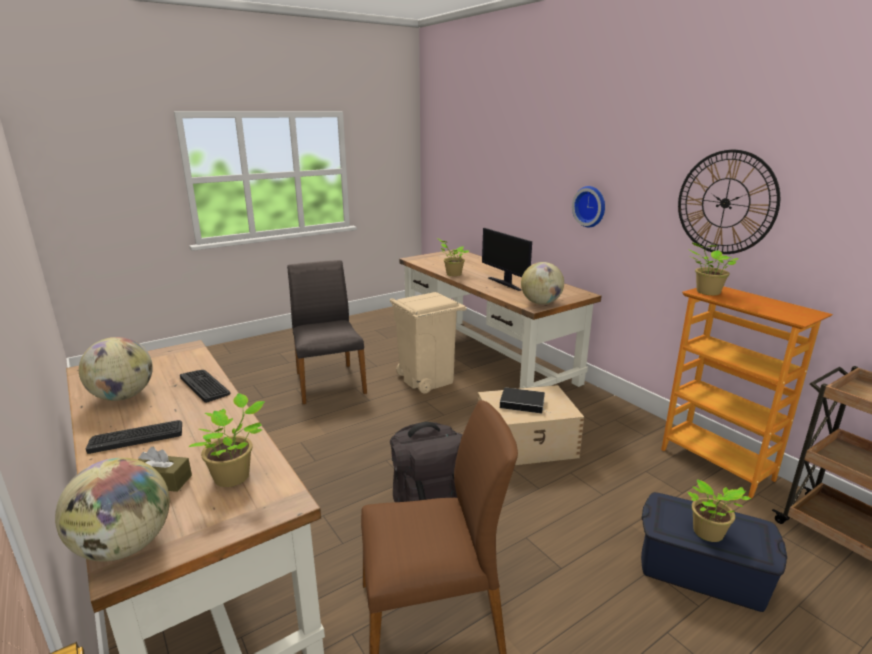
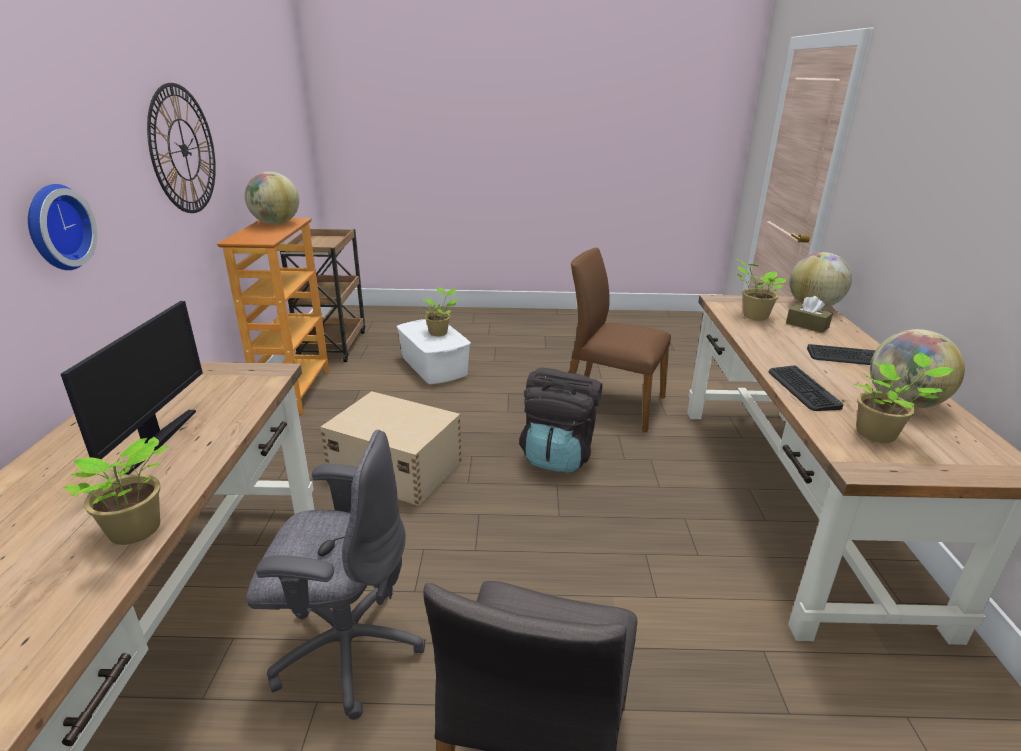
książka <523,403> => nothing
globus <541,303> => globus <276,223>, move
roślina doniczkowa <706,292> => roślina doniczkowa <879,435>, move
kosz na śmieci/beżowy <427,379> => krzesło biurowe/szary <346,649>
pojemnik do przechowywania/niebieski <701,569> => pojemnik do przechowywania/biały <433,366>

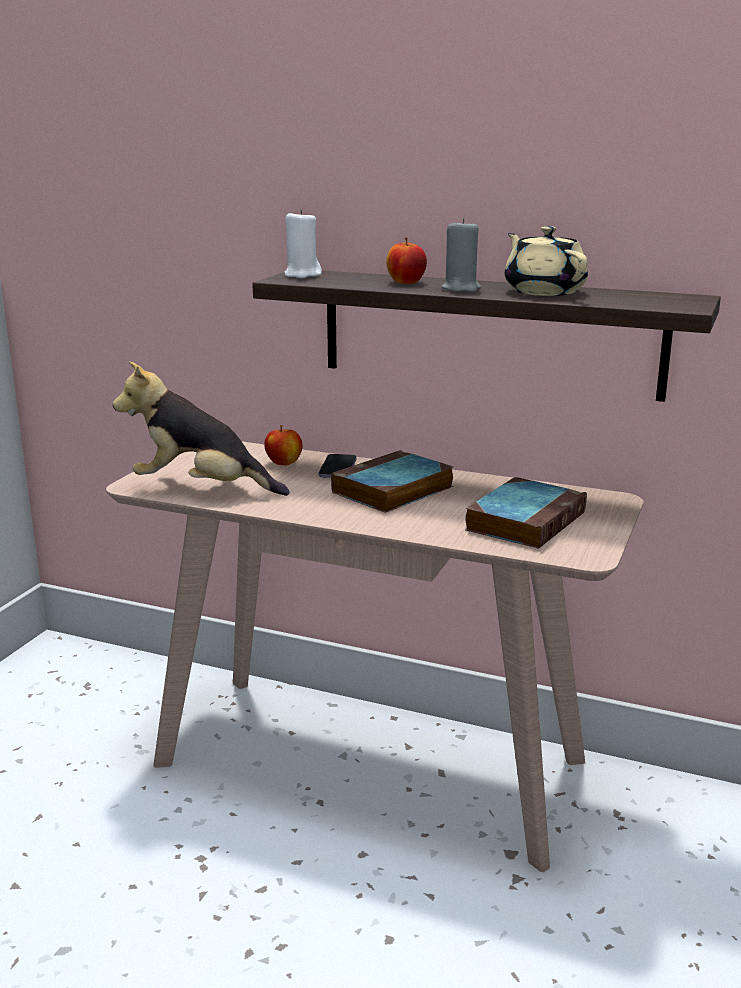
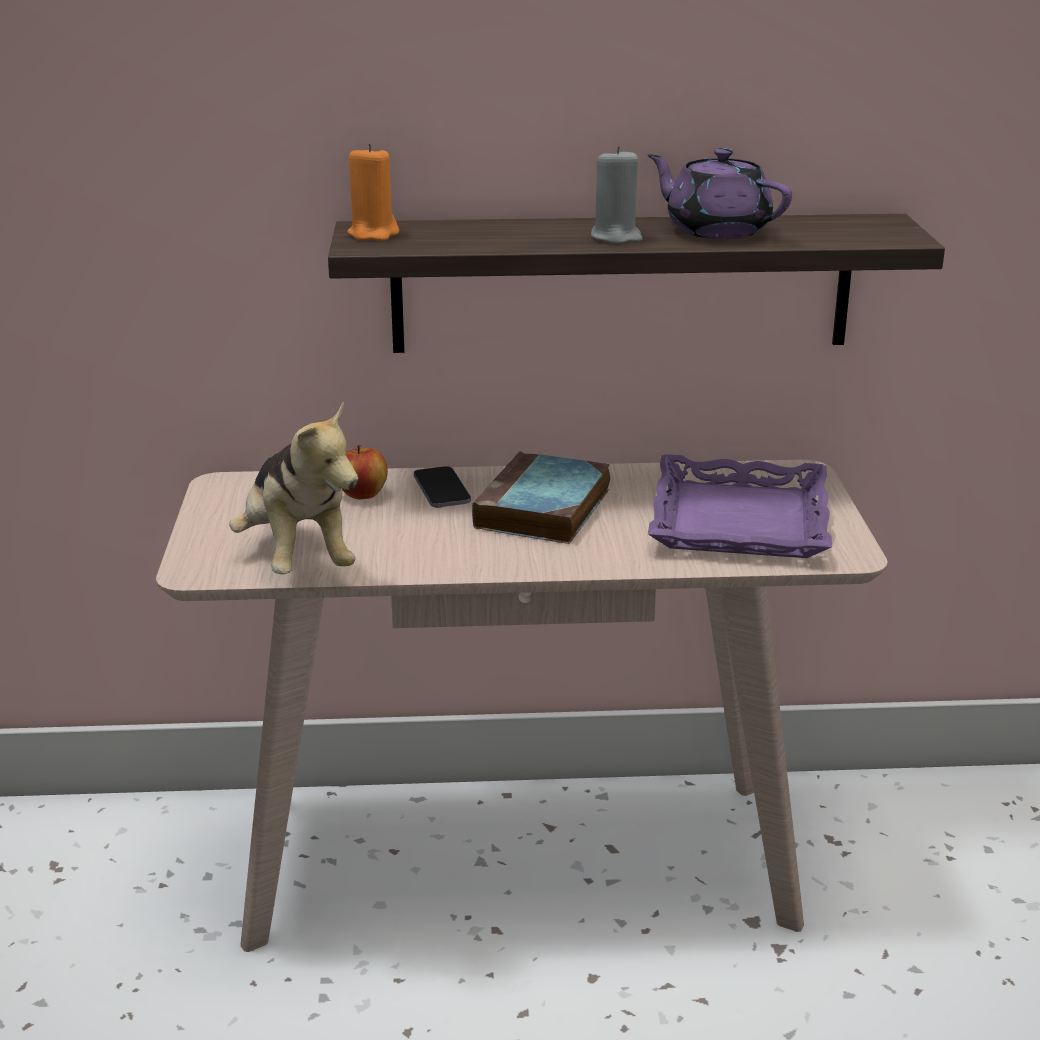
jabłko <406,282> => nothing
książka <526,520> => taca/fioletowy <737,520>
świeca/biały <302,275> => świeca/pomarańczowy <373,234>
imbryk/beżowy <543,291> => imbryk/fioletowy <716,230>
pluszak <201,489> => pluszak <297,557>, 105 degrees counterclockwise

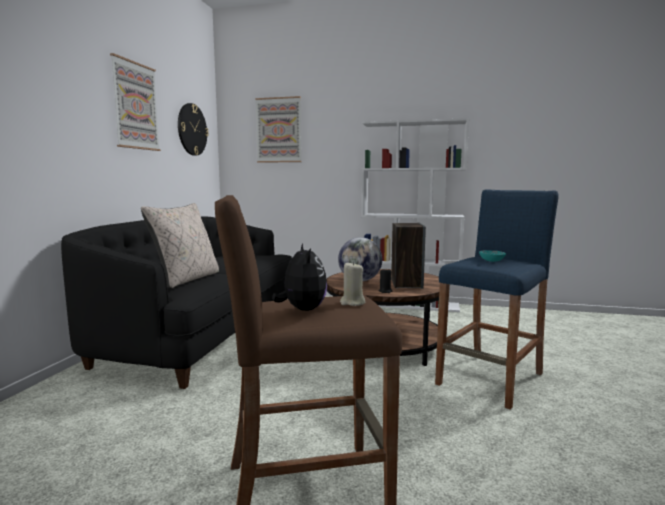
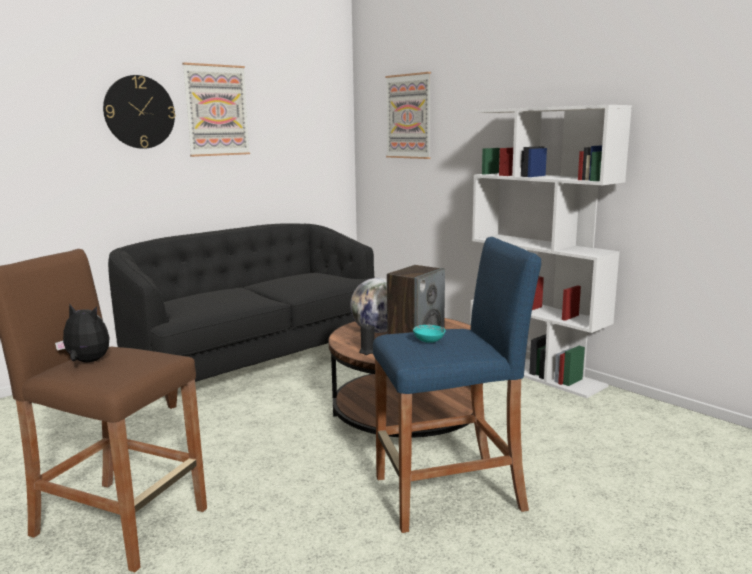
poduszka/beżowy <187,279> => nothing
świeca/beżowy <352,303> => nothing
zegar ścienny <192,129> => zegar ścienny <139,112>, move
pluszak <302,309> => pluszak <86,362>, 90 degrees counterclockwise

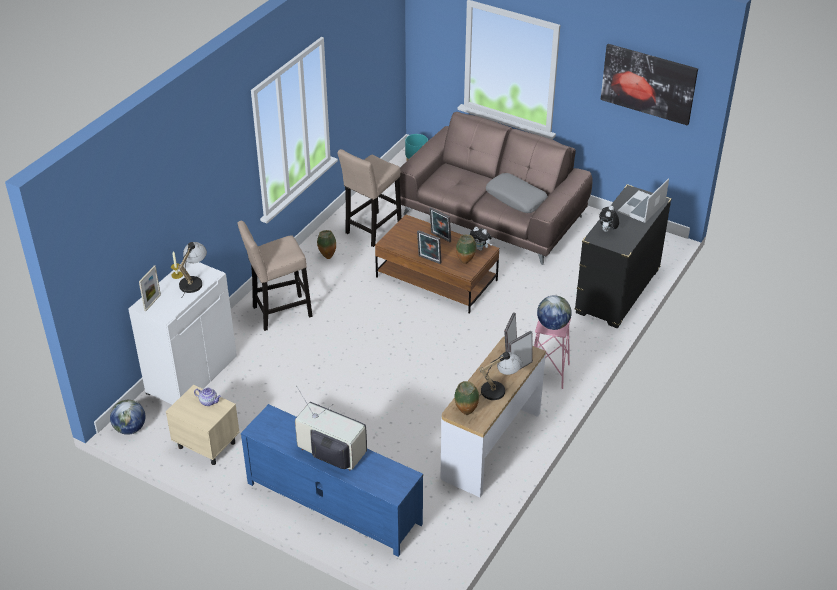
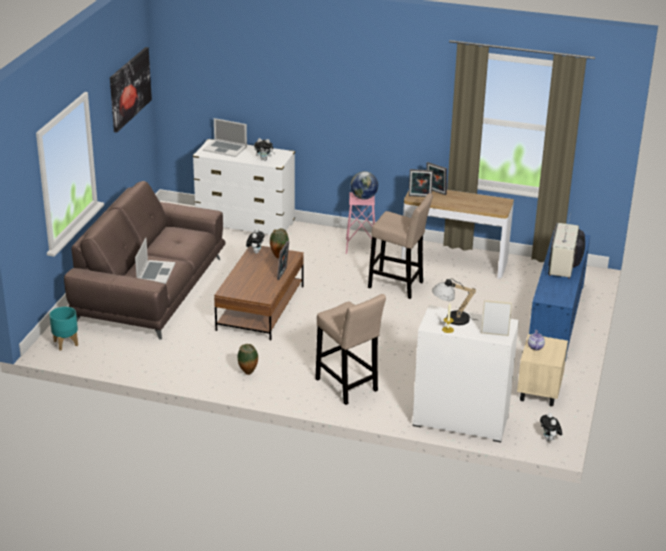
ramka na zdjęcie <440,237> => nothing
wazon <466,413> => nothing
lampa stołowa <499,389> => nothing
poduszka/szary <516,198> => nothing
nothing => laptop <155,272>
stołek/beżowy <371,230> => stołek/beżowy <398,286>, move
globus <130,429> => pluszak <549,439>
komoda/czarny <617,292> => komoda/biały <245,225>

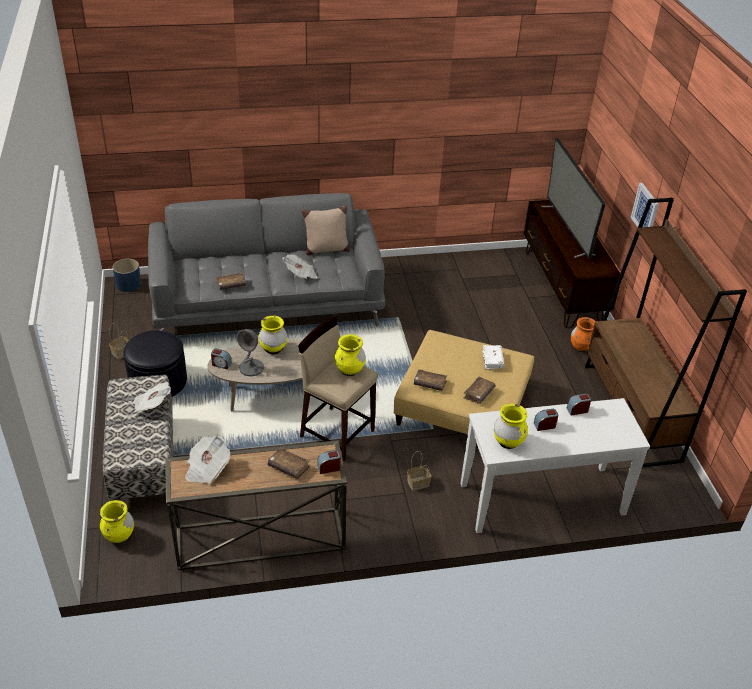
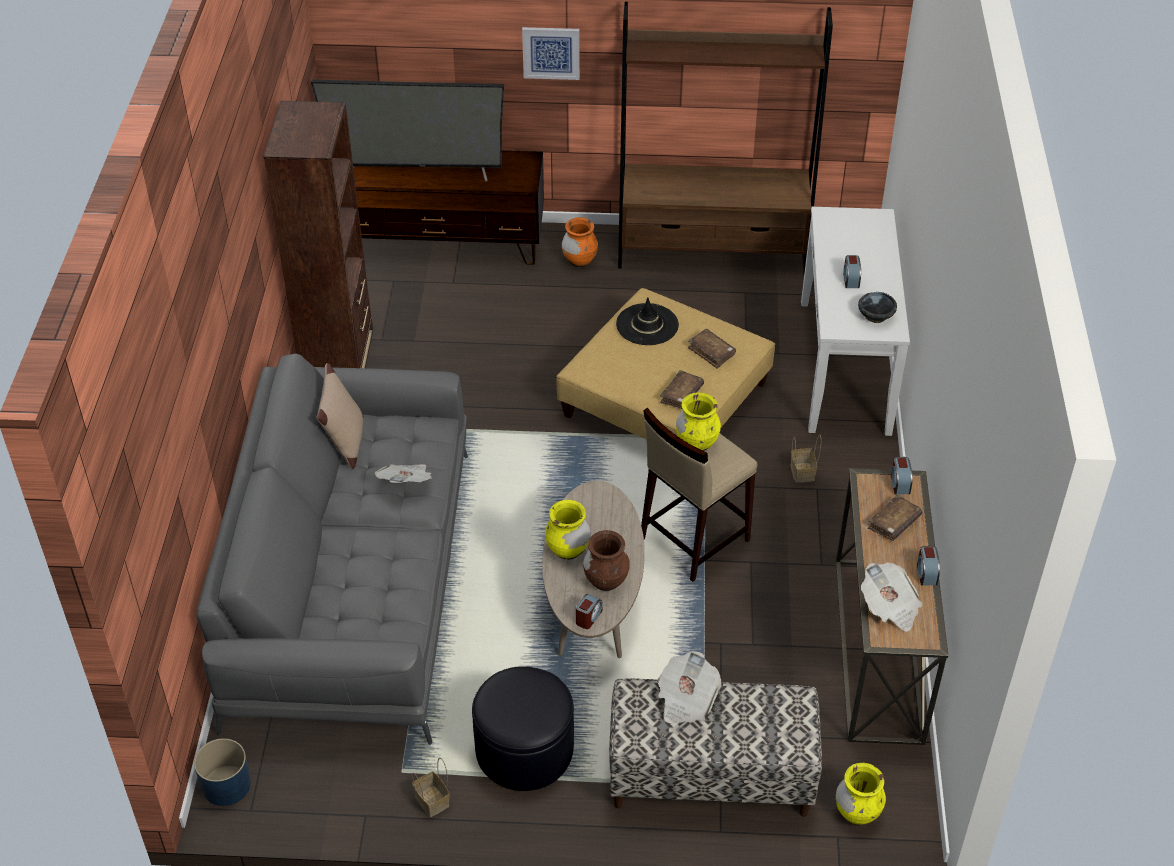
książka/brązowy <231,285> => nothing
nothing => regał/brązowy <338,357>
budzik <577,410> => budzik <926,573>, move
lampa stołowa/szary <251,368> => wazon/brązowy <606,581>
książka/biały <492,360> => kapelusz/czarny <647,325>
wazon/żółty <508,442> => miska/czarny <875,316>

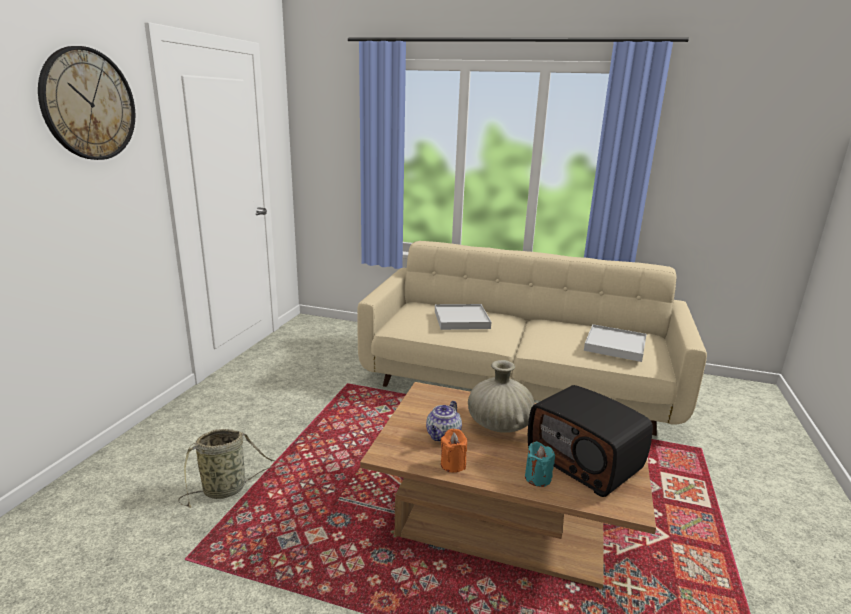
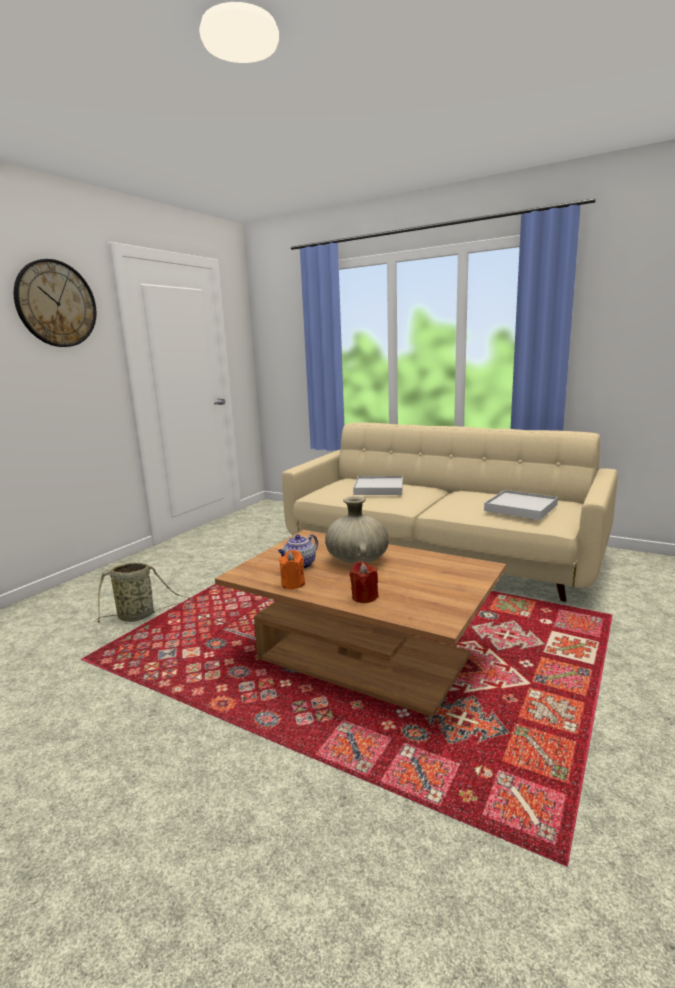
radio <585,461> => nothing
świeca/turkusowy <537,478> => świeca/czerwony <364,597>

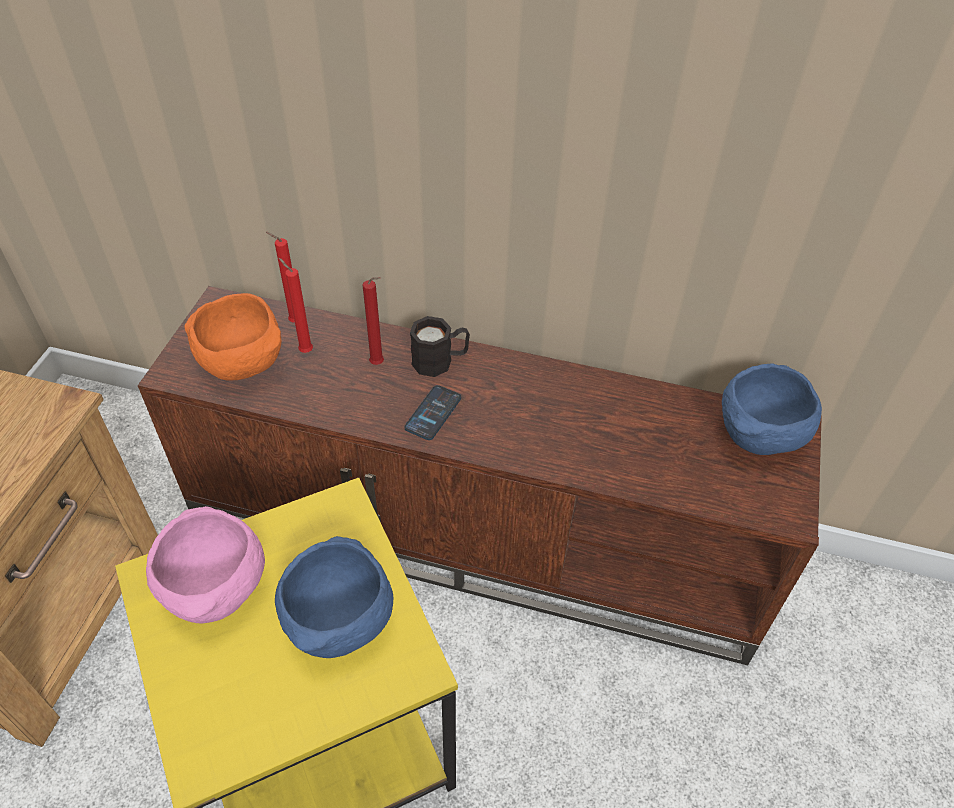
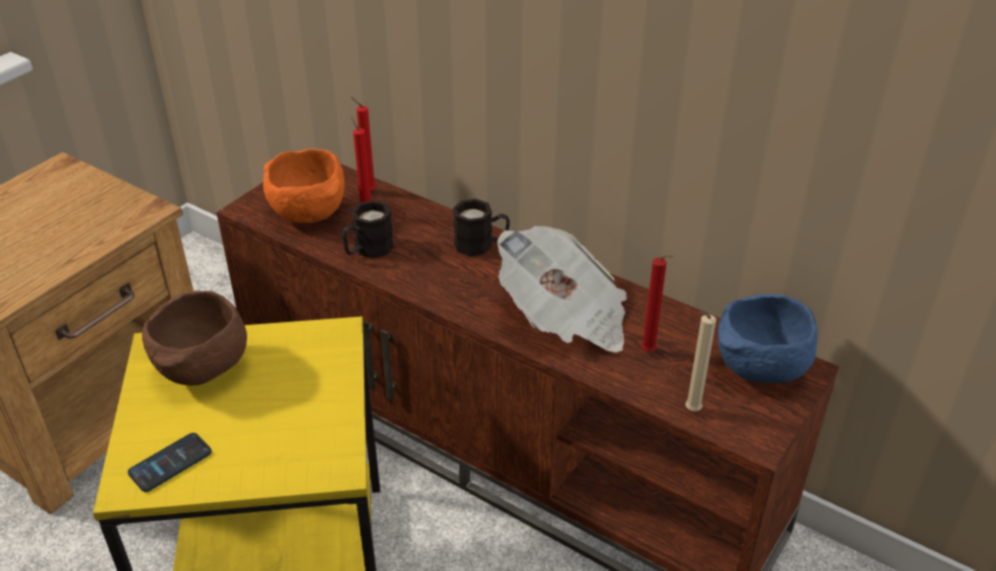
miska/niebieski <340,625> => nothing
nothing => kubek/czarny <367,250>
nothing => gazeta <564,318>
nothing => świeca/beżowy <690,410>
świeca/czerwony <379,364> => świeca/czerwony <650,352>, move
telefon <433,413> => telefon <170,463>, move
miska/różowy <217,592> => miska/brązowy <203,371>

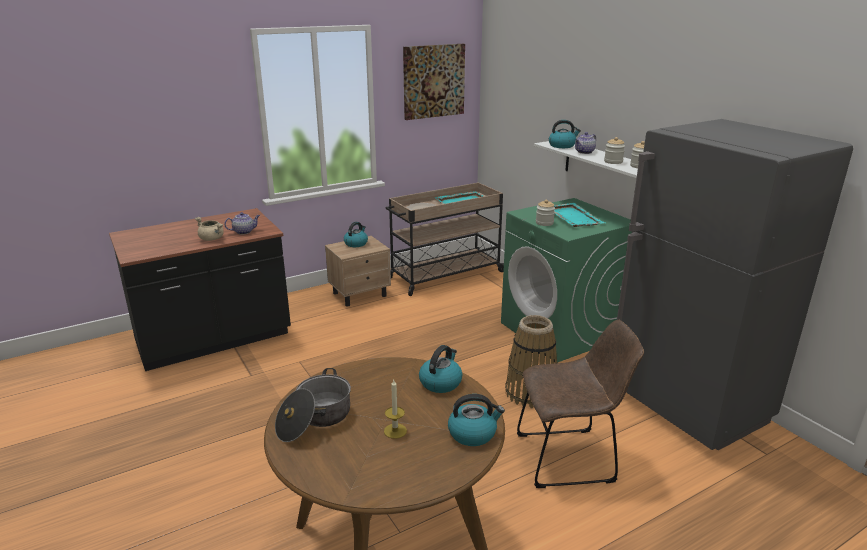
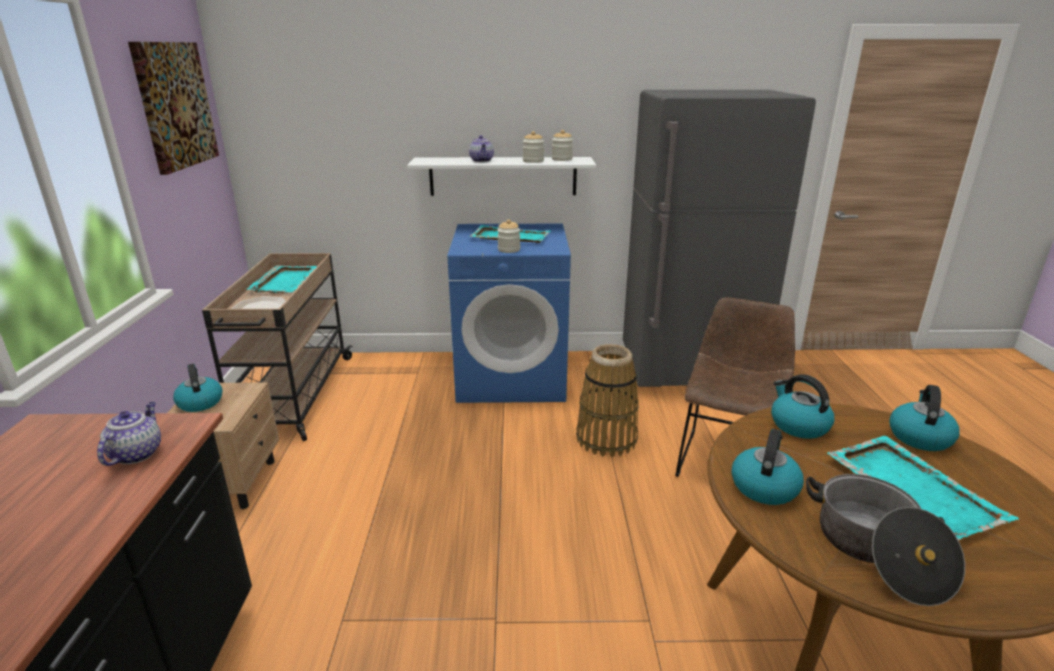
garnek/beżowy <212,239> => nothing
czajnik <562,145> => czajnik <764,486>, move
świeca <395,431> => taca/turkusowy <912,488>
pralka/zielony <560,331> => pralka/niebieski <512,377>

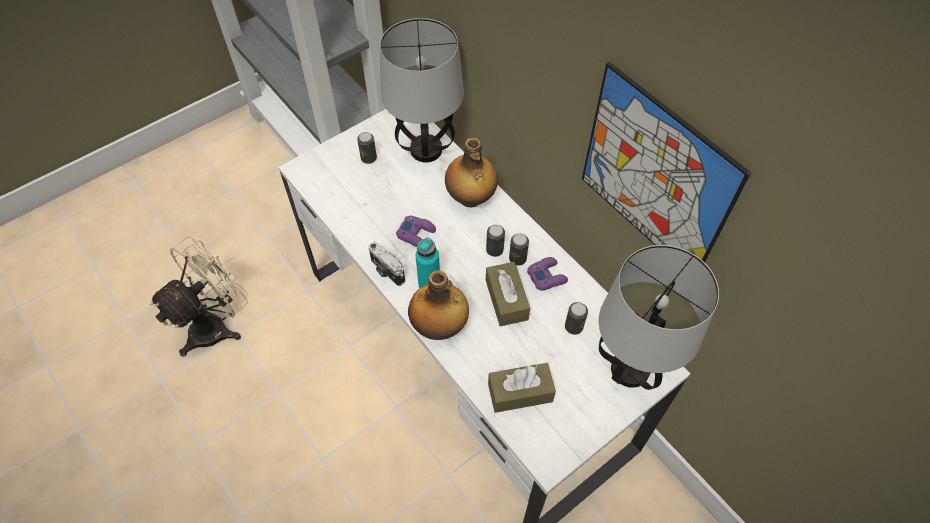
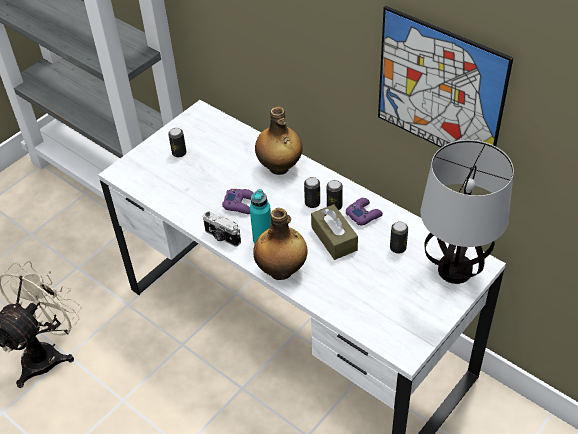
lampa stołowa <425,150> => nothing
pudełko chusteczek/brązowy <520,392> => nothing

